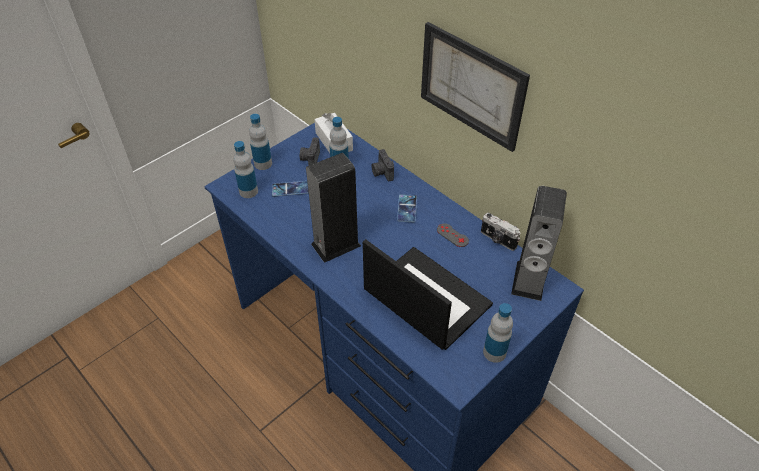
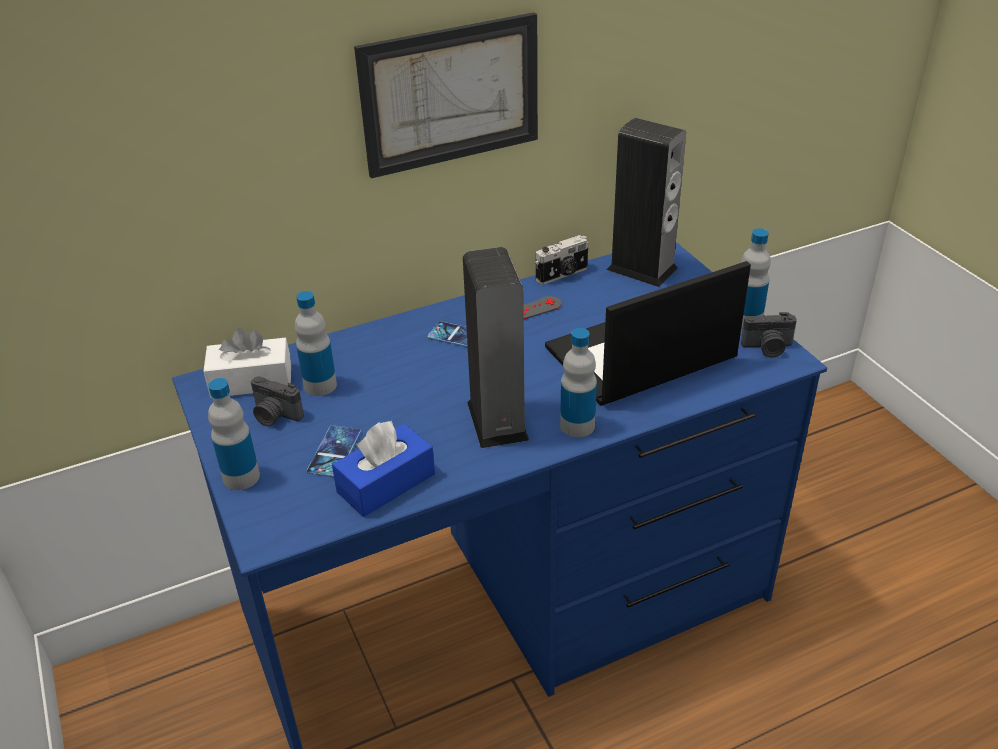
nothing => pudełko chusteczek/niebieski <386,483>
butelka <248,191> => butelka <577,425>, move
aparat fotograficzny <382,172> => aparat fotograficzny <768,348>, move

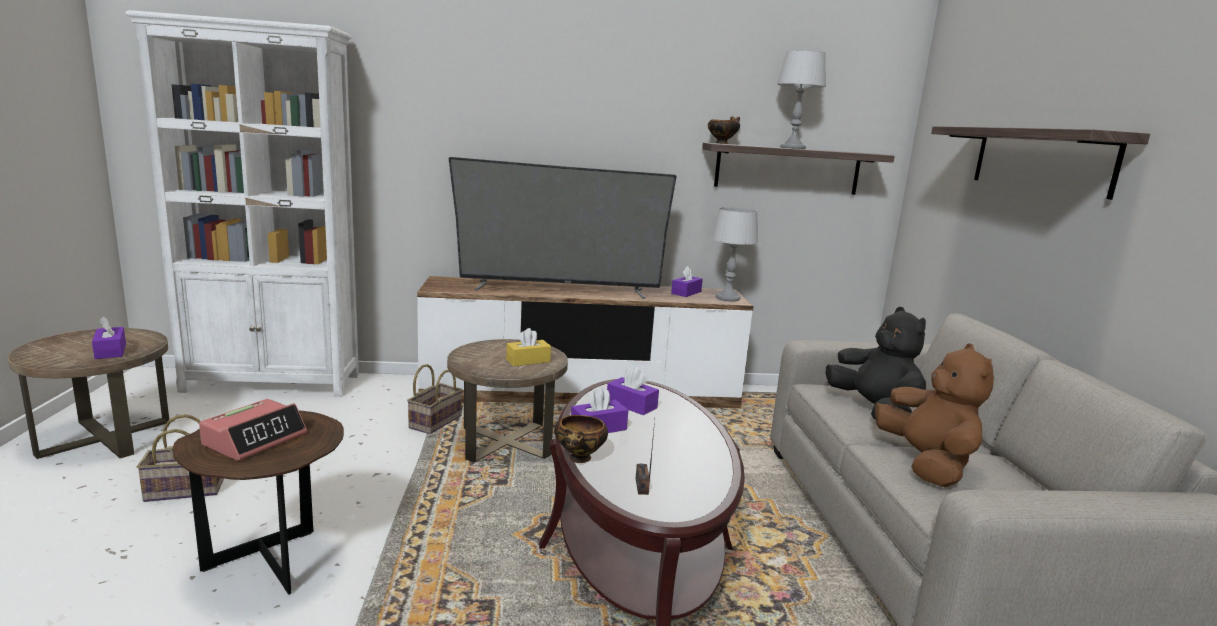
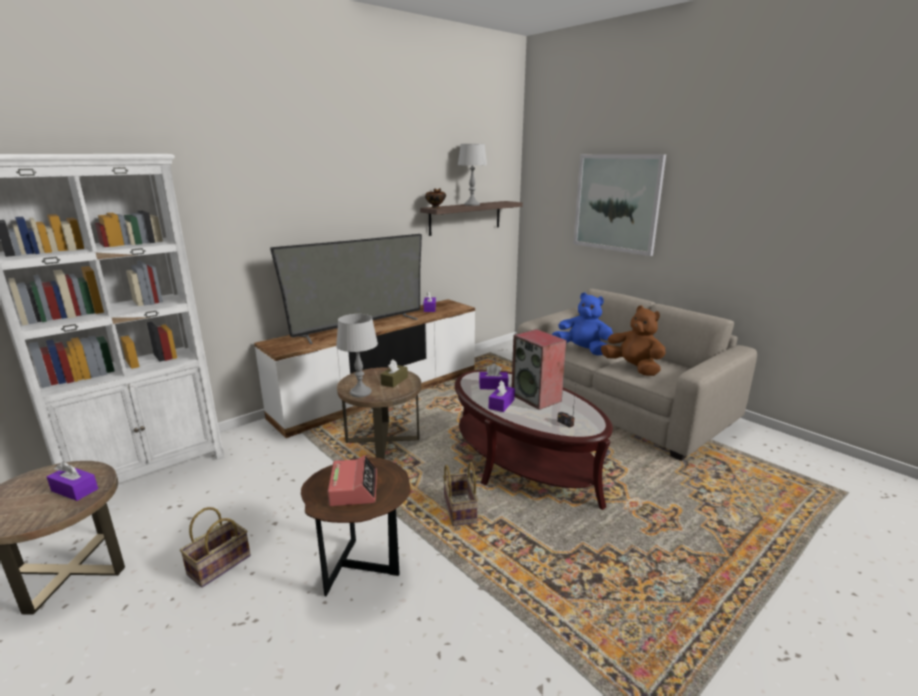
miska <579,459> => nothing
nothing => głośnik <537,398>
koszyk <435,421> => koszyk <458,509>, move
lampa stołowa/szary <728,298> => lampa stołowa/szary <361,392>, move
półka <1041,160> => obraz <616,203>
pudełko chusteczek/żółty <528,360> => pudełko chusteczek/brązowy <394,381>
pluszak/czarny <874,411> => pluszak/niebieski <582,350>

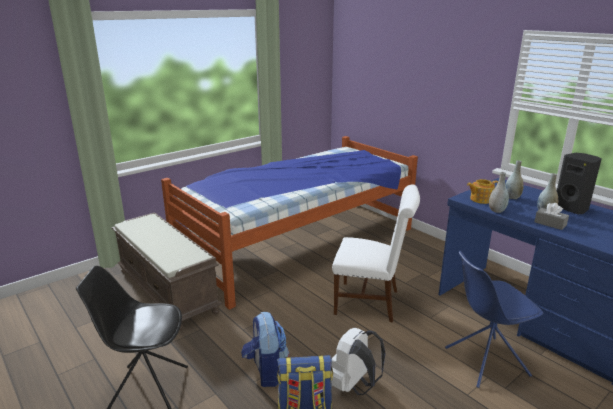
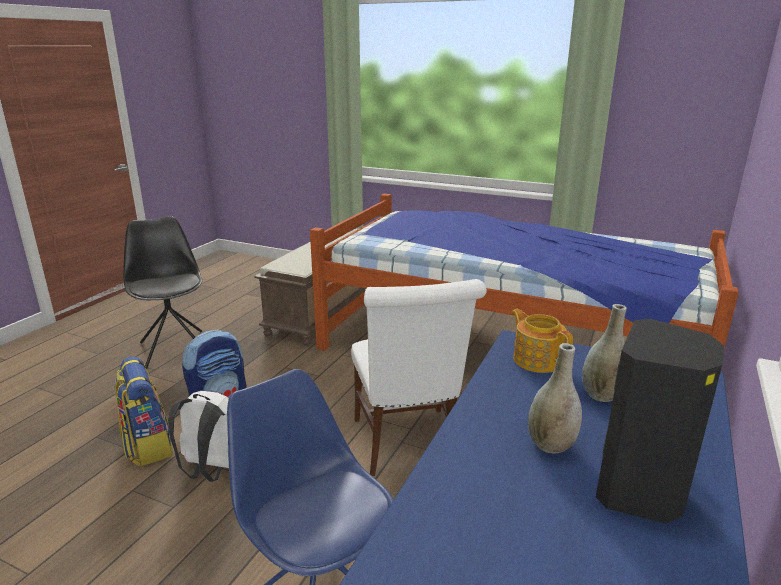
wazon/szary <496,210> => nothing
pudełko chusteczek/szary <550,224> => nothing

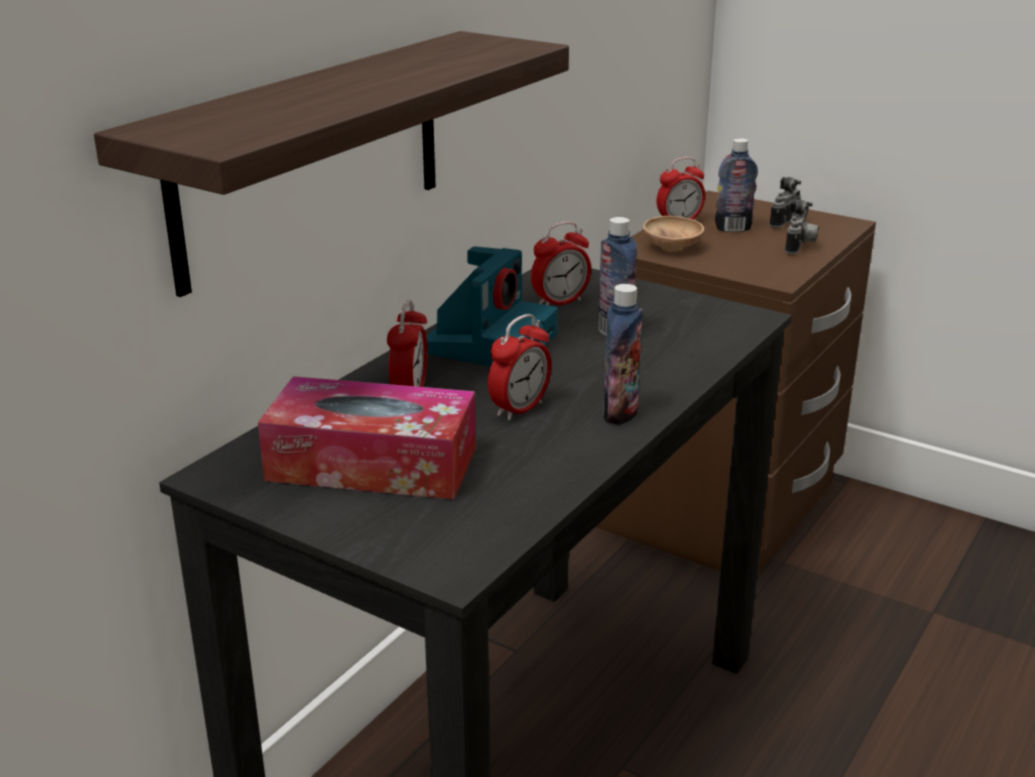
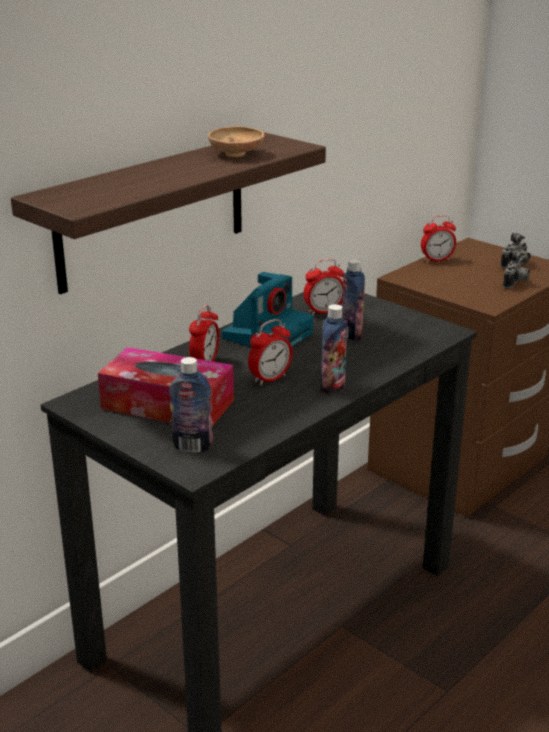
miska/brązowy <672,247> => miska/brązowy <236,154>, move
butelka <733,228> => butelka <192,447>, move

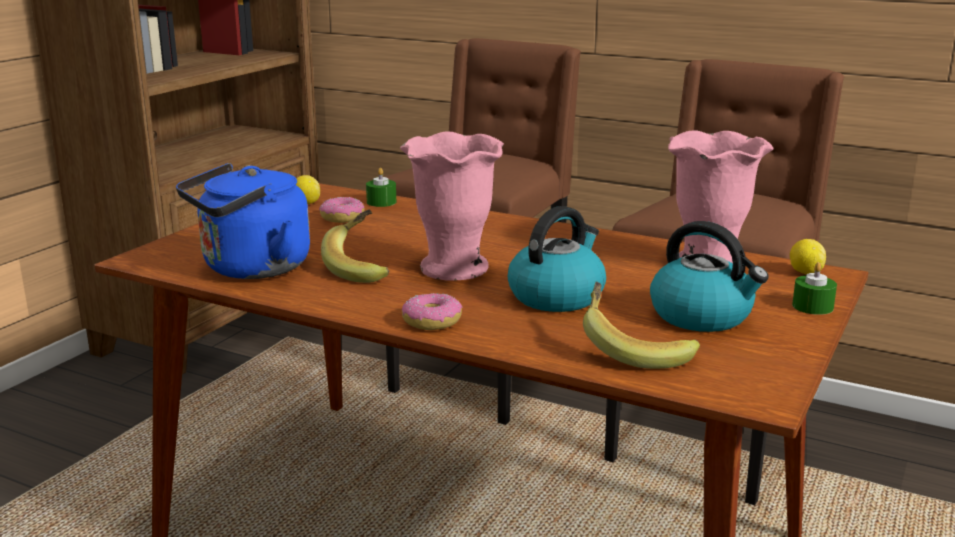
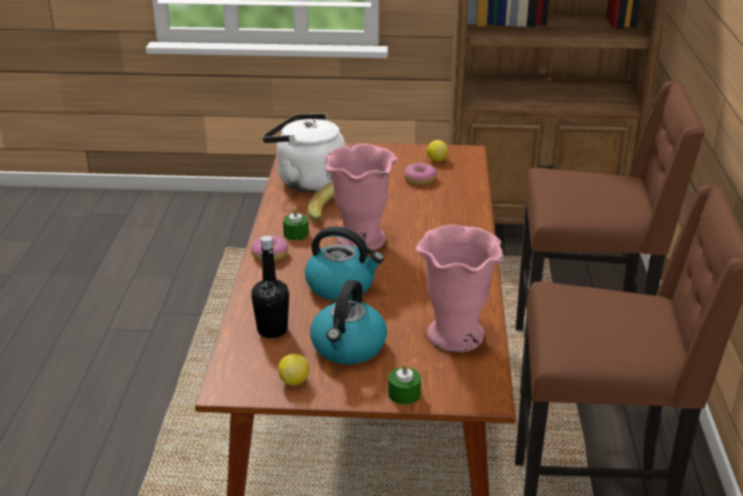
świeca/zielony <381,202> => świeca/zielony <296,234>, move
cytryna <805,272> => cytryna <294,381>, move
banan <634,350> => butelka/czarny <272,330>
czajnik/niebieski <251,269> => czajnik/biały <307,181>

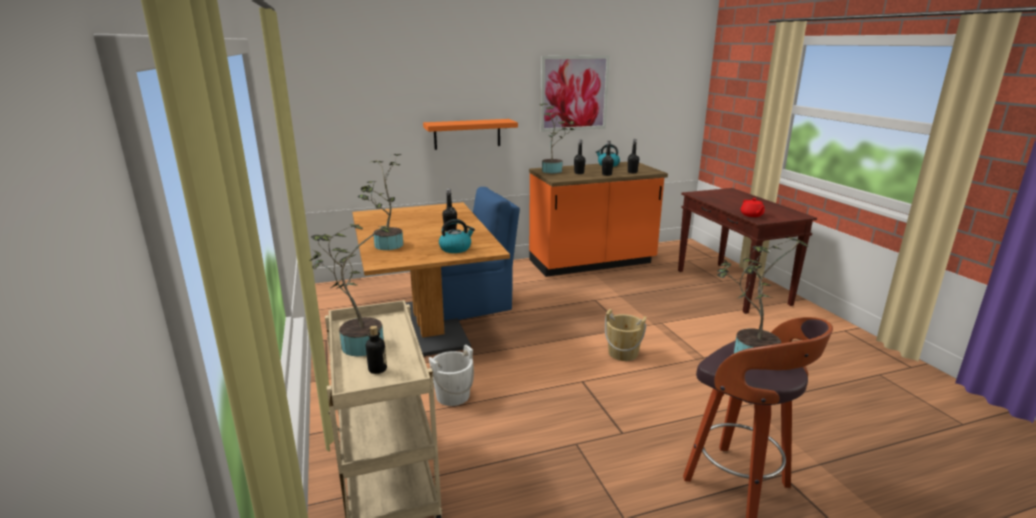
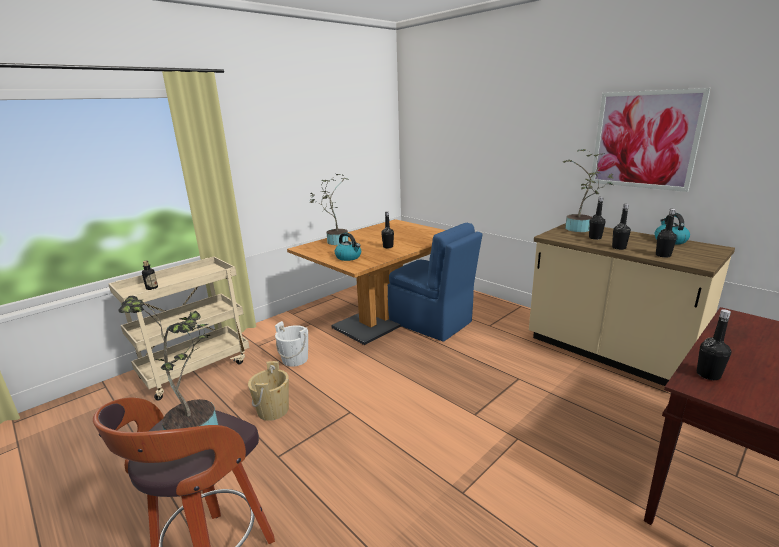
roślina doniczkowa <358,344> => nothing
półka/pomarańczowy <467,134> => nothing
wiadro/beżowy <623,353> => wiadro/beżowy <273,410>, move
imbryk/czerwony <751,215> => butelka/czarny <708,375>
zabudowa kuchenna/pomarańczowy <592,263> => zabudowa kuchenna/beżowy <608,354>

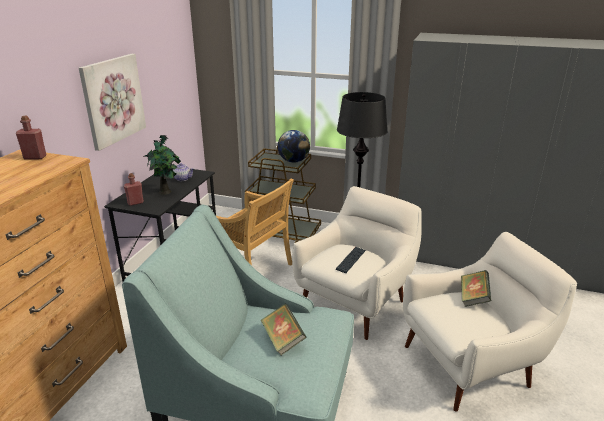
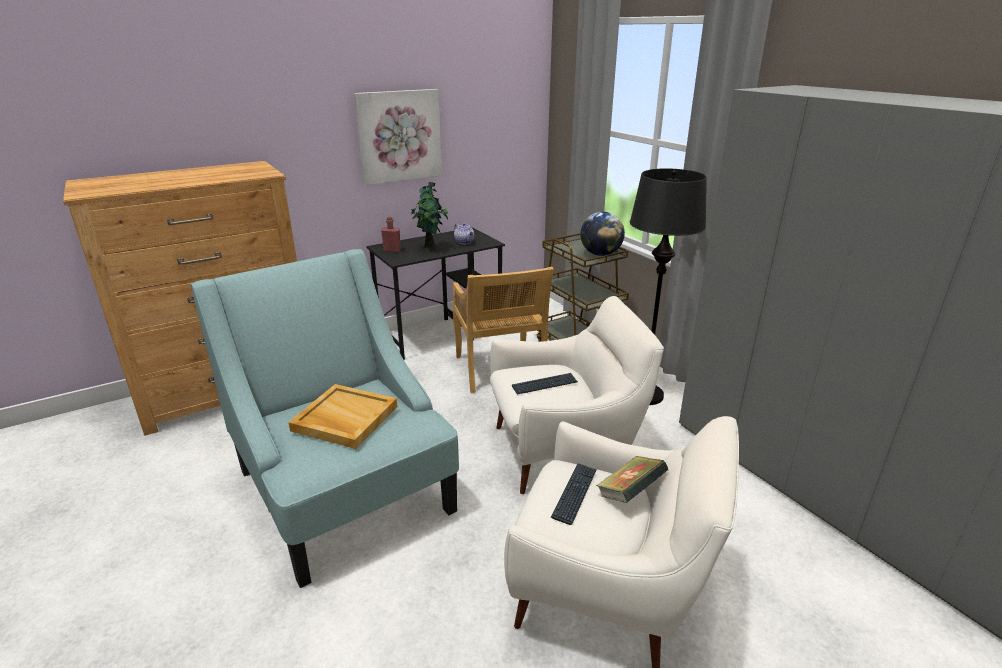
butelka/czerwony <35,157> => nothing
nothing => klawiatura <574,493>
książka <283,340> => taca/beżowy <344,418>

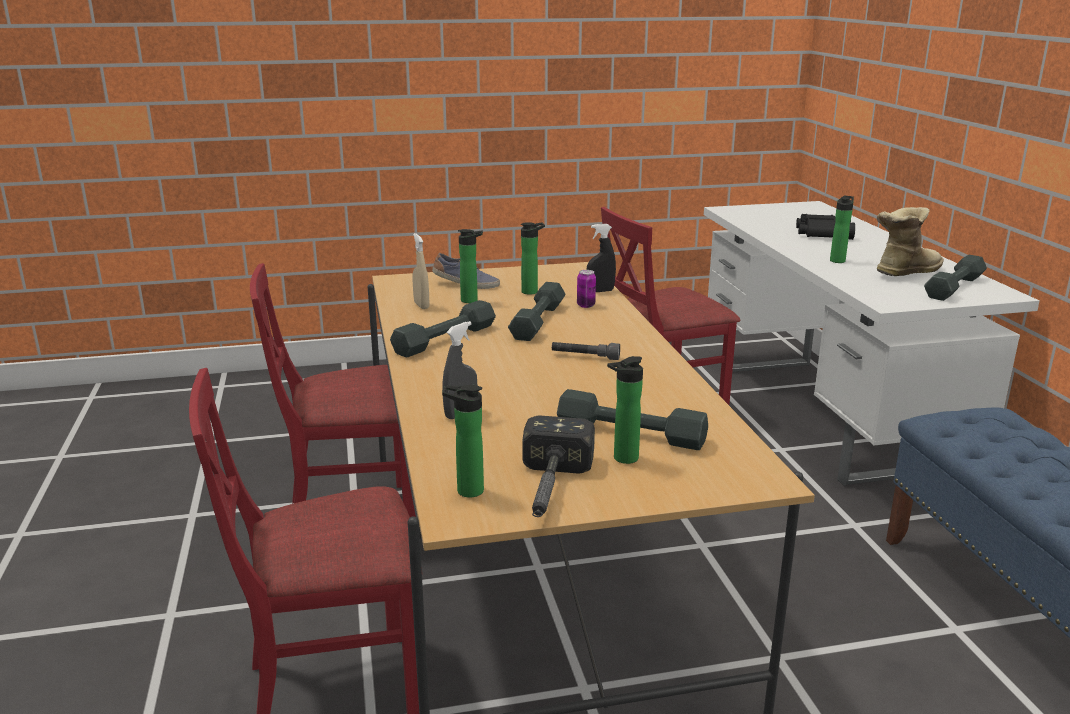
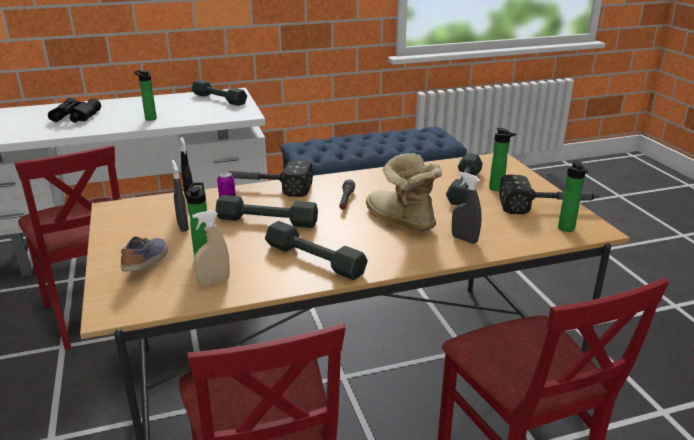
nothing => młotek <266,187>
but z cholewką <903,272> => but z cholewką <399,221>, move
butelka <532,291> => spryskiwacz/szary <183,226>

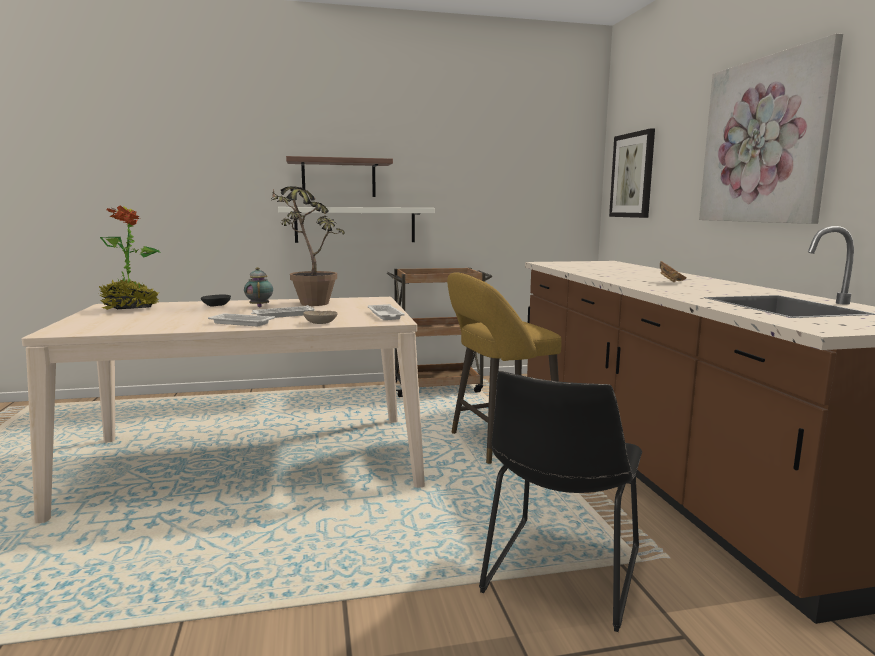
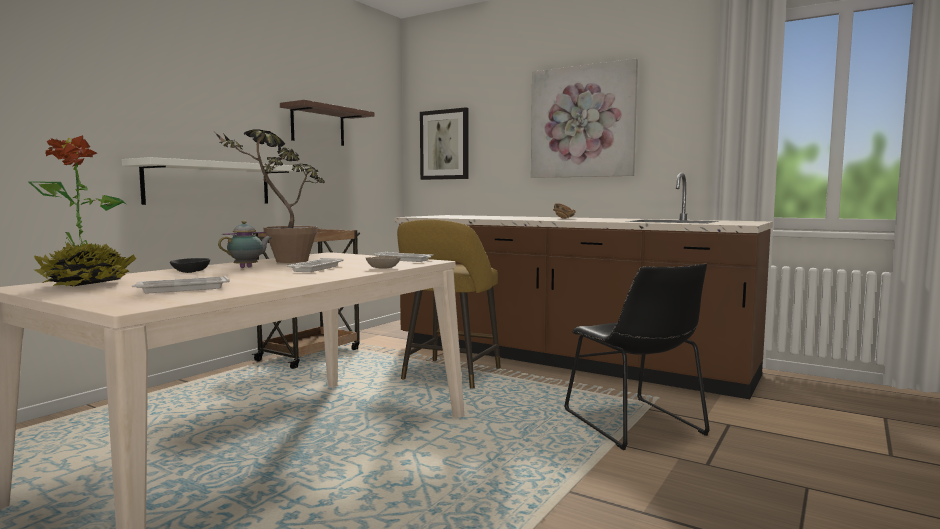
taca/biały <240,323> => taca/biały <181,289>, move
półka <339,178> => półka <318,126>, move
imbryk <259,306> => imbryk <247,267>, 105 degrees clockwise

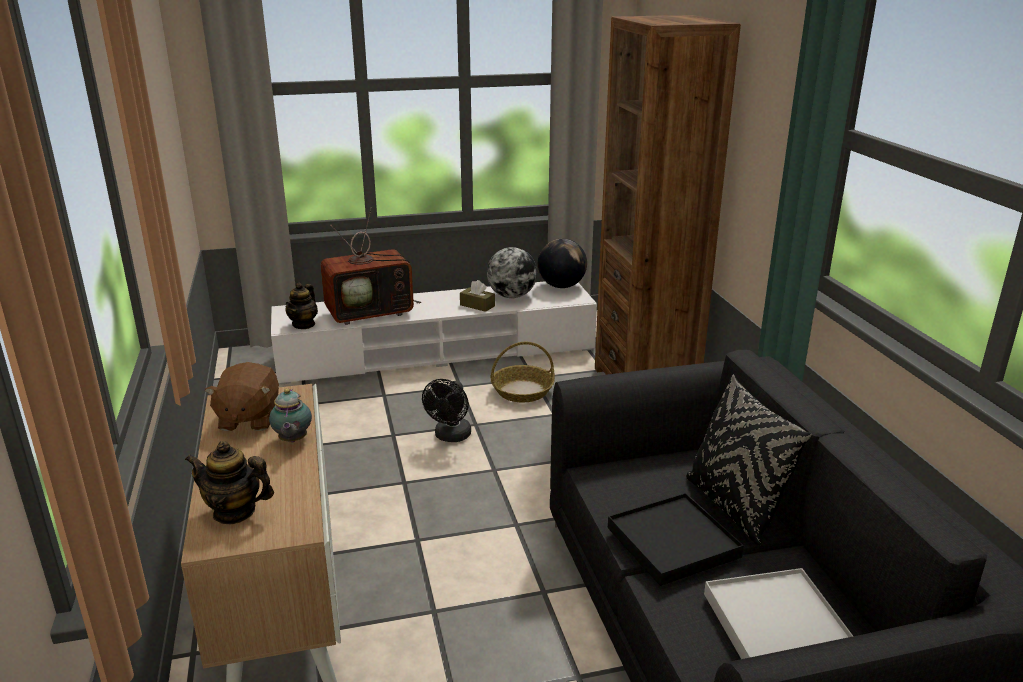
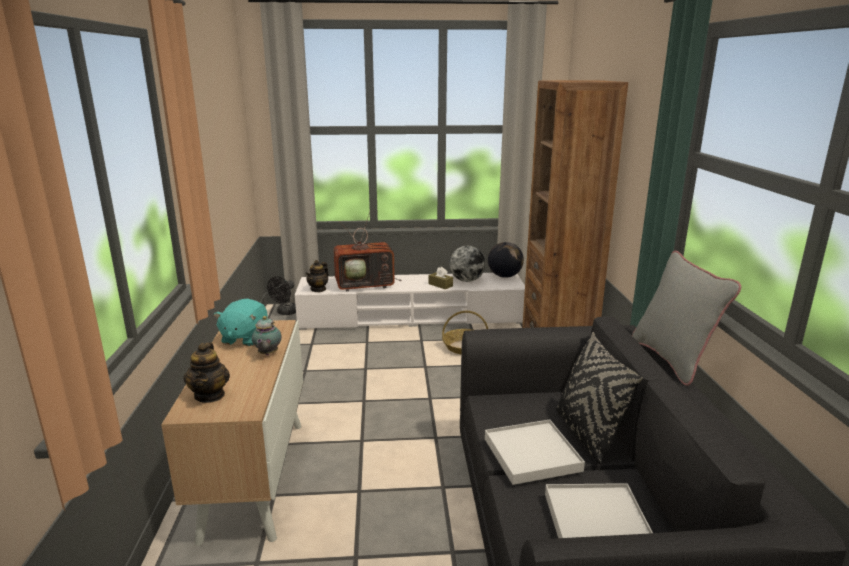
nothing => poduszka/szary <672,360>
wentylator/czarny <451,437> => wentylator/czarny <285,313>, move
pluszak/brązowy <248,419> => pluszak/turkusowy <244,338>
taca/czarny <672,542> => taca/biały <531,454>
imbryk <234,512> => imbryk <210,395>, 120 degrees counterclockwise

